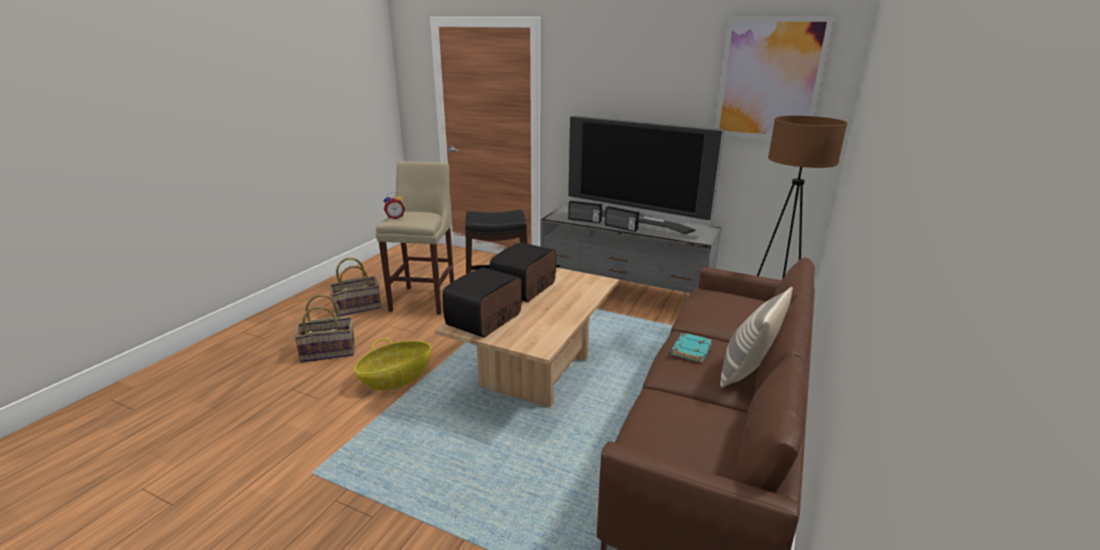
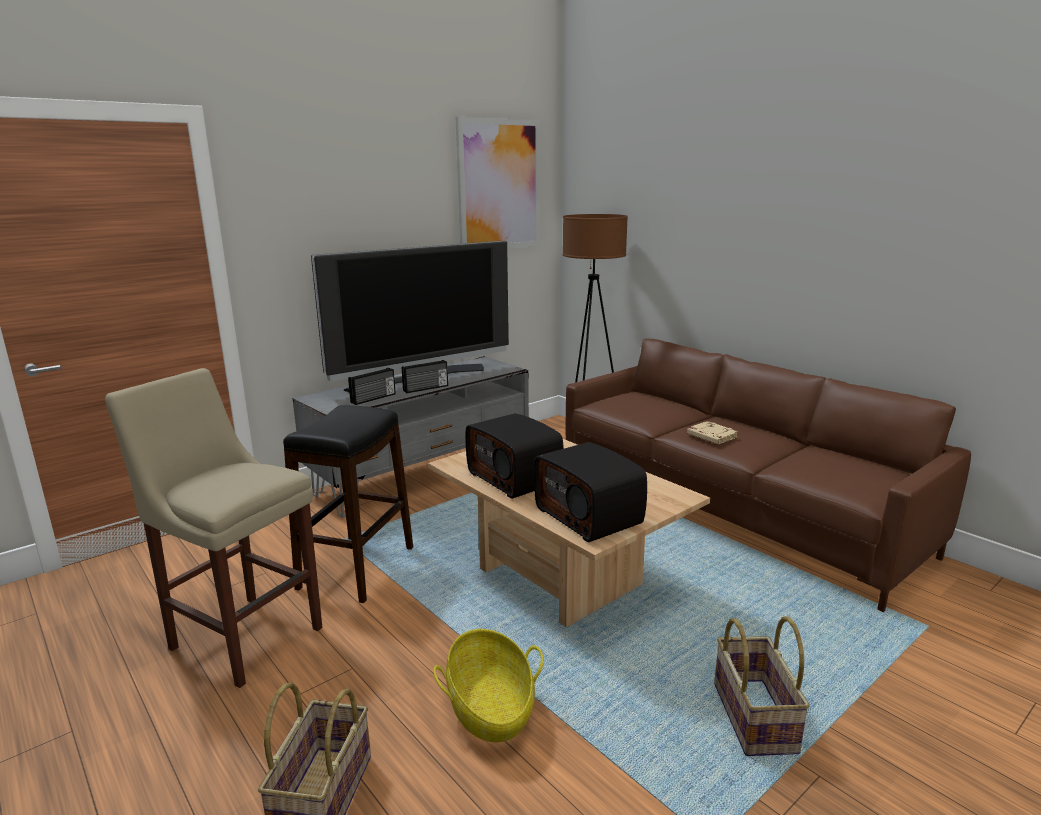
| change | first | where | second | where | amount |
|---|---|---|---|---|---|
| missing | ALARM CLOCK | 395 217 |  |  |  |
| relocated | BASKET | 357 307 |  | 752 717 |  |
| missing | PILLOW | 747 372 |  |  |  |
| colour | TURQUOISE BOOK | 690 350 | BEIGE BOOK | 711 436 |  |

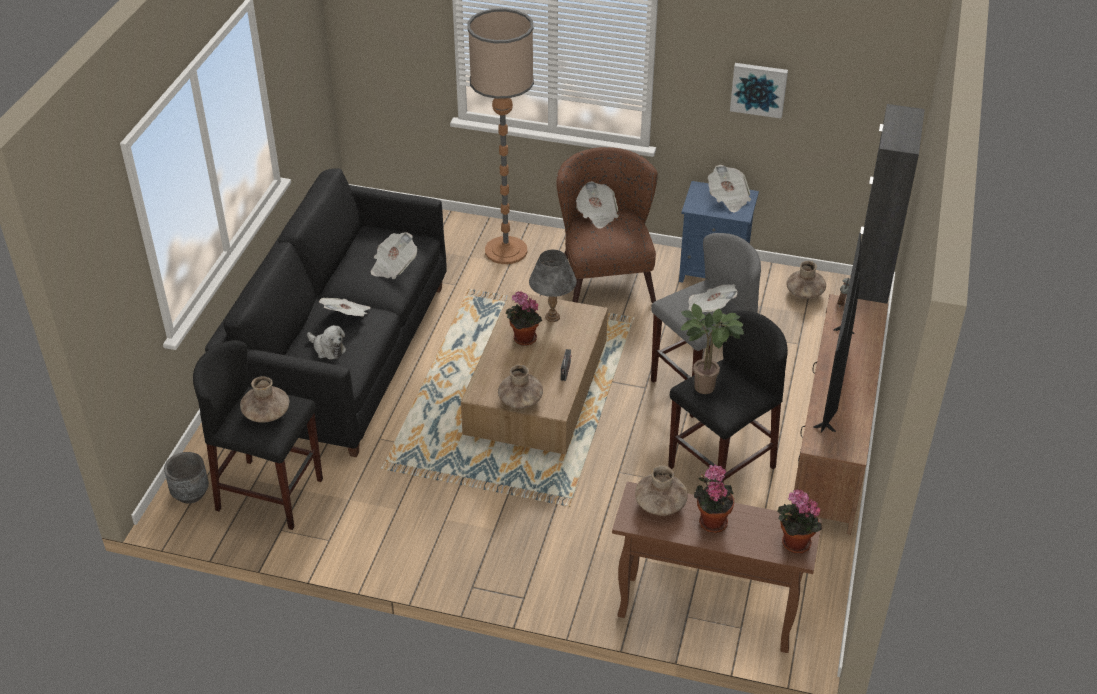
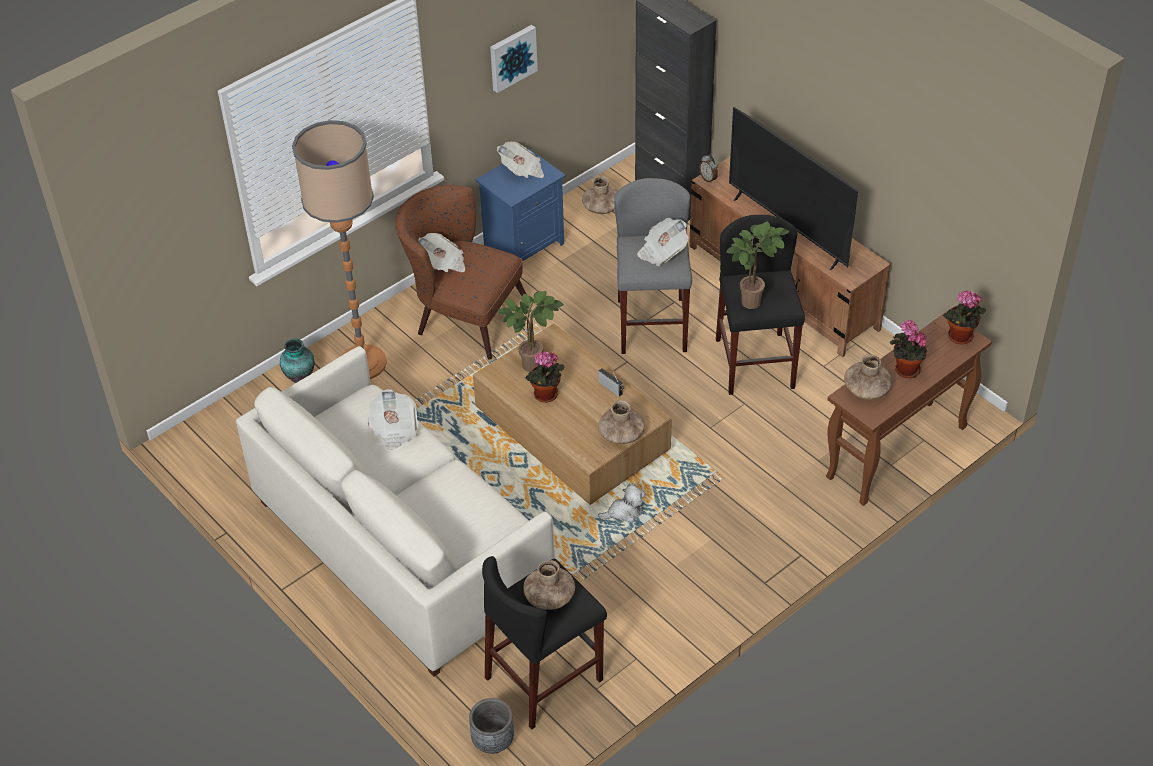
| change | first | where | second | where | amount |
|---|---|---|---|---|---|
| colour | BLACK SOFA | 341 357 | WHITE SOFA | 402 548 |  |
| exchanged | GREY TABLE LAMP | 553 317 | POTTED PLANT | 534 363 |  |
| missing | NEWSPAPER | 347 316 |  |  |  |
| relocated | PLUSH TOY | 327 349 |  | 624 512 |  |
| appeared |  |  | VASE | 299 376 |  |

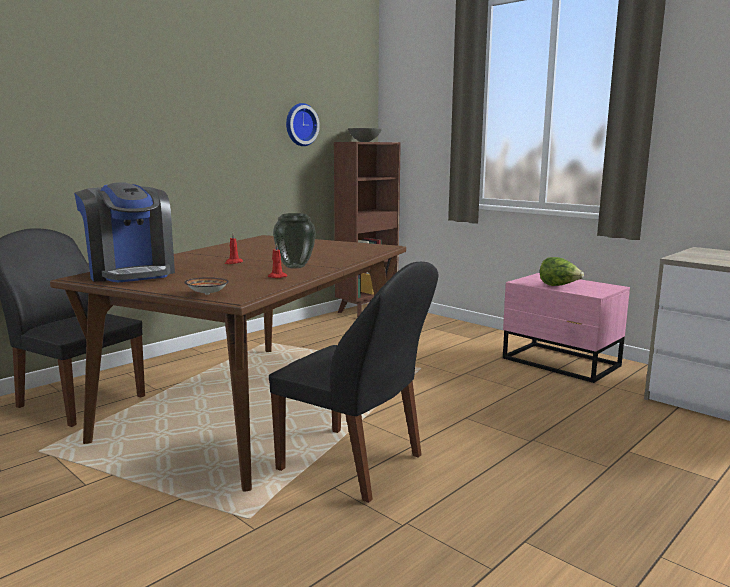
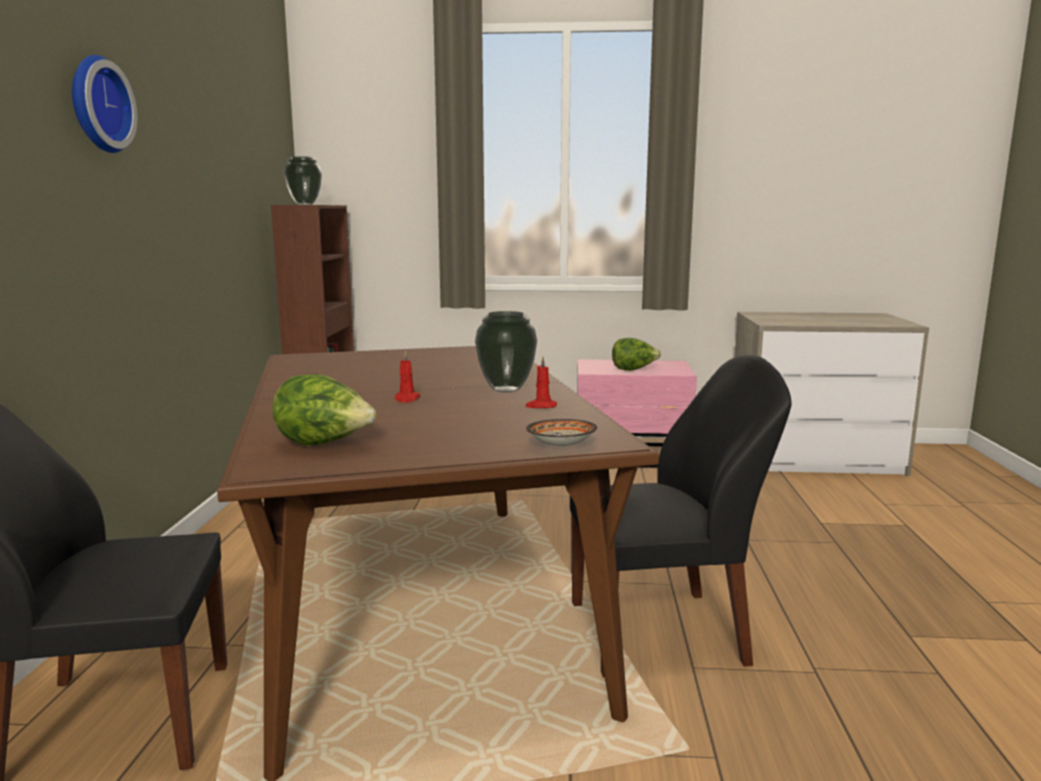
| change | first | where | second | where | amount |
|---|---|---|---|---|---|
| relocated | WALL CLOCK | 300 125 |  | 96 105 |  |
| exchanged | GREY BOWL | 364 141 | VASE | 304 204 |  |
| exchanged | COFFEE MACHINE | 131 273 | LETTUCE | 325 444 |  |

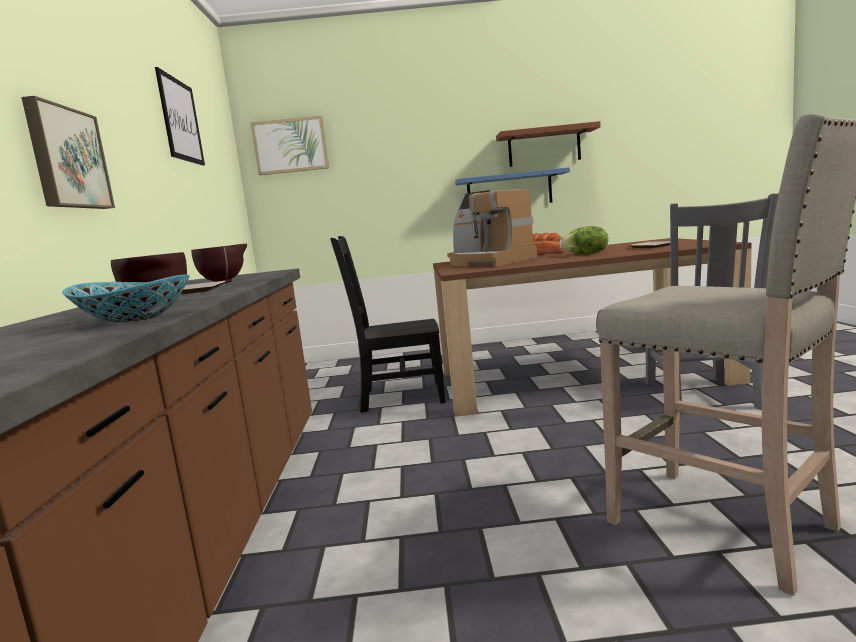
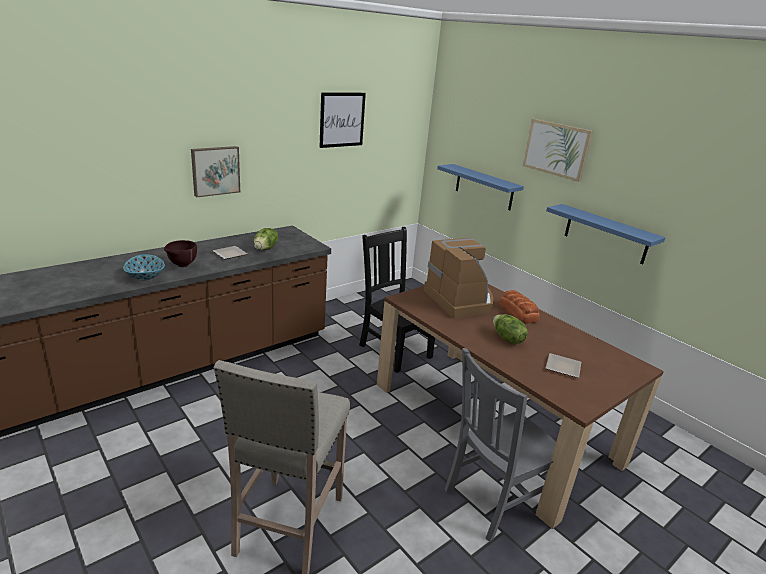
| change | first | where | second | where | amount |
|---|---|---|---|---|---|
| relocated | PICTURE | 290 146 |  | 557 149 |  |
| missing | BROWN SHELF | 544 147 |  |  |  |
| spun | COFFEE MACHINE | 489 262 |  | 460 300 | 150 degrees clockwise |
| exchanged | BROWN BOWL | 225 282 | LETTUCE | 266 249 |  |
| appeared |  |  | BLUE SHELF | 484 187 |  |

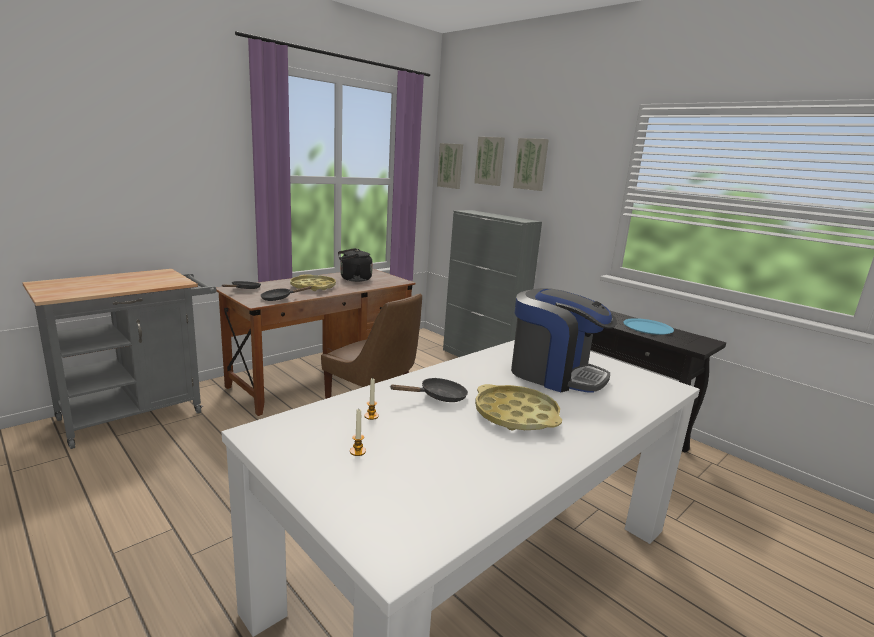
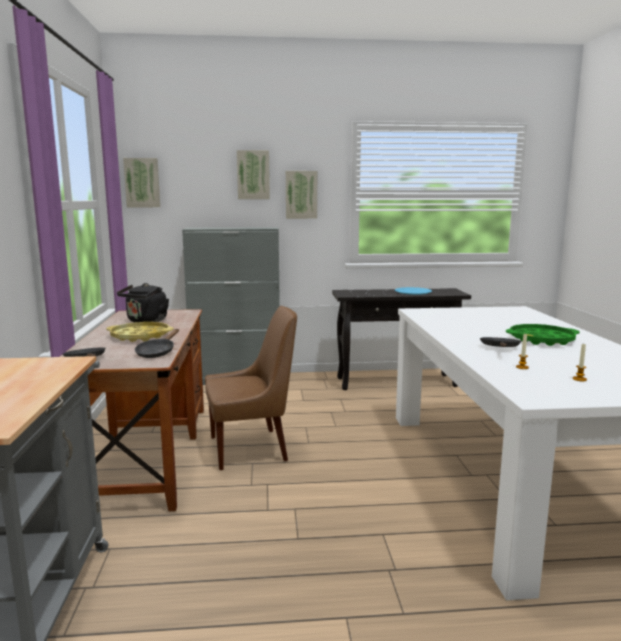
| change | first | where | second | where | amount |
|---|---|---|---|---|---|
| relocated | PICTURE | 490 161 |  | 301 195 |  |
| missing | COFFEE MACHINE | 555 374 |  |  |  |
| colour | YELLOW TRAY | 516 415 | GREEN TRAY | 541 340 |  |

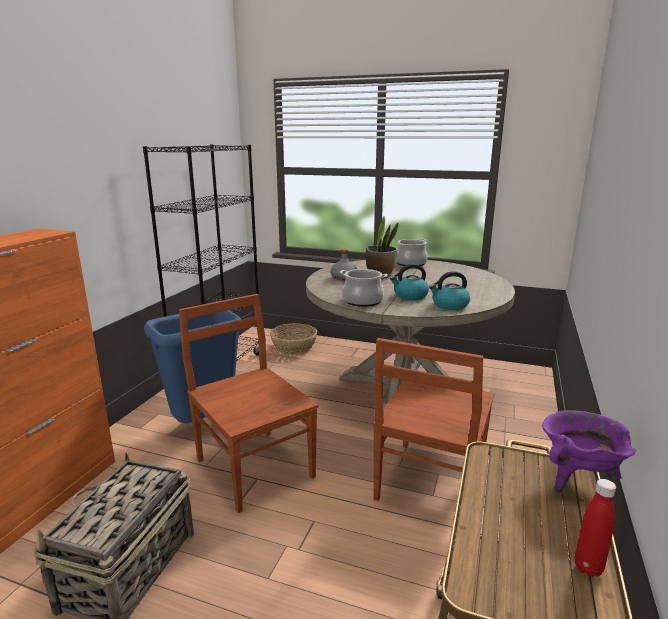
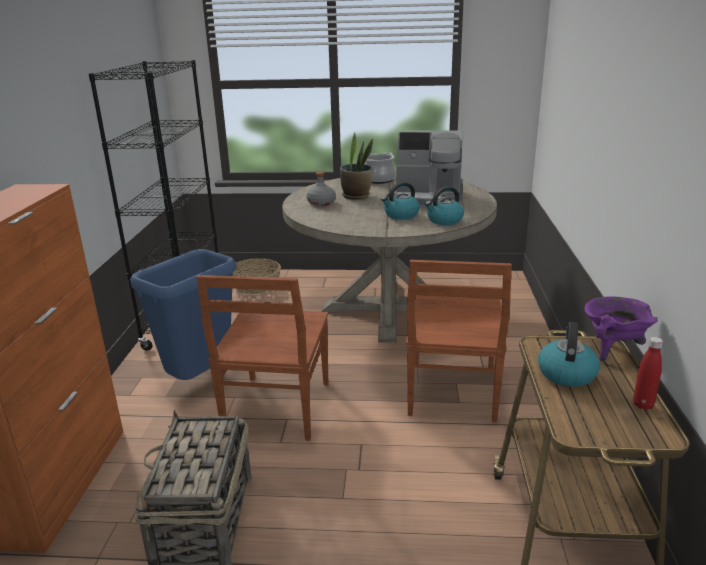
| change | first | where | second | where | amount |
|---|---|---|---|---|---|
| missing | COOKING POT | 363 301 |  |  |  |
| spun | BROWN CHAIR | 253 466 |  | 277 409 | 120 degrees counterclockwise |
| appeared |  |  | COFFEE MACHINE | 428 198 |  |
| appeared |  |  | KETTLE | 566 373 |  |

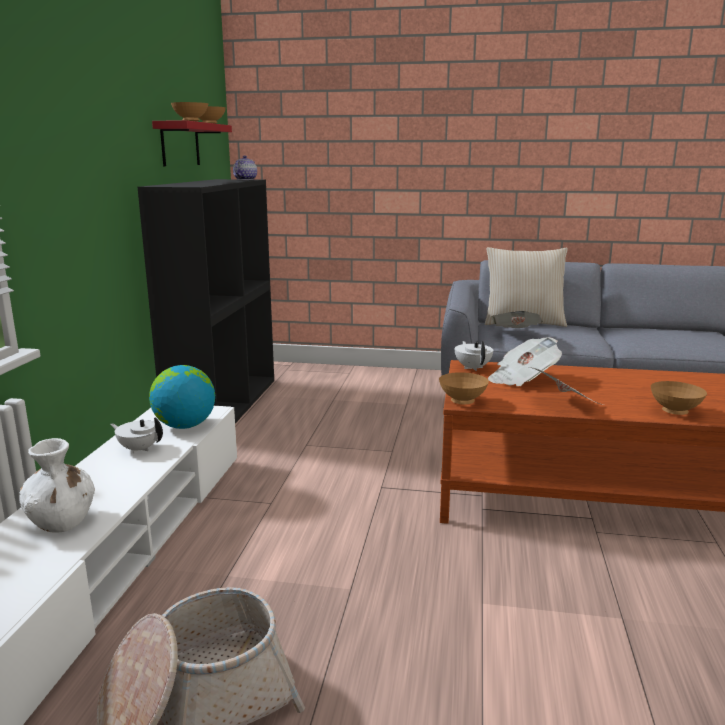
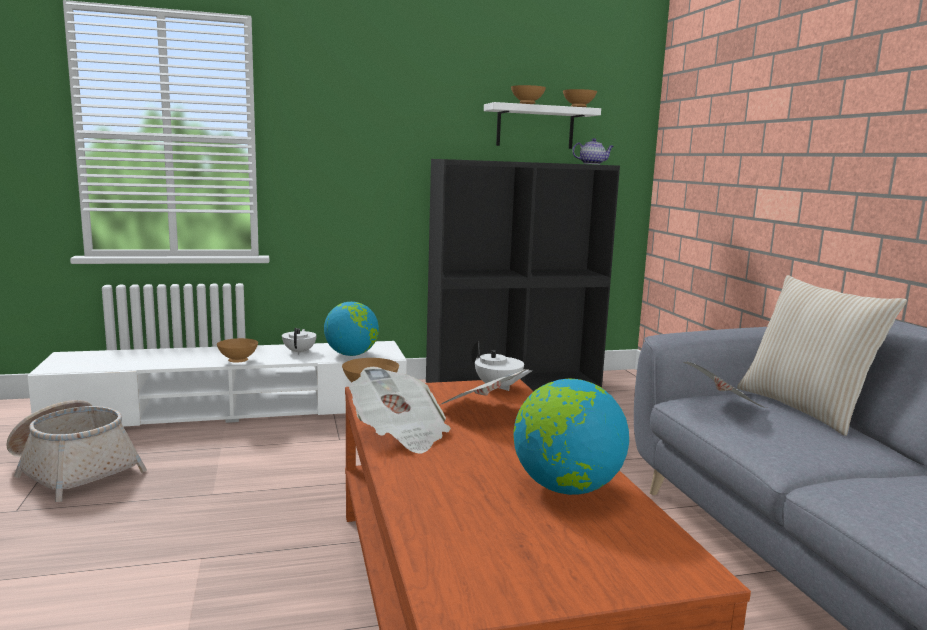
| change | first | where | second | where | amount |
|---|---|---|---|---|---|
| colour | RED SHELF | 180 144 | WHITE SHELF | 535 127 |  |
| spun | WHITE TEAPOT | 473 368 |  | 498 388 | 75 degrees clockwise |
| relocated | BROWN BOWL | 675 412 |  | 237 361 |  |
| missing | WHITE VASE | 62 522 |  |  |  |
| appeared |  |  | GLOBE | 566 488 |  |

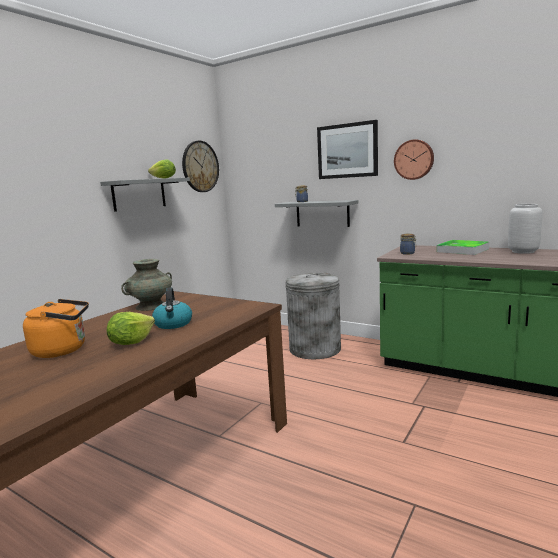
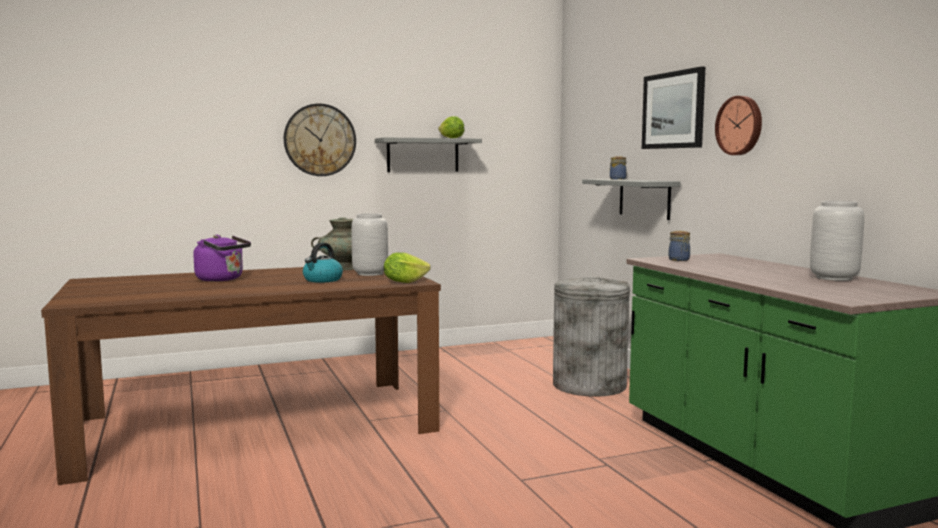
| change | first | where | second | where | amount |
|---|---|---|---|---|---|
| relocated | WALL CLOCK | 200 166 |  | 320 140 |  |
| missing | TRAY | 462 250 |  |  |  |
| colour | ORANGE KETTLE | 63 350 | PURPLE KETTLE | 222 279 |  |
| relocated | LETTUCE | 131 342 |  | 404 282 |  |
| appeared |  |  | GREY VASE | 371 273 |  |

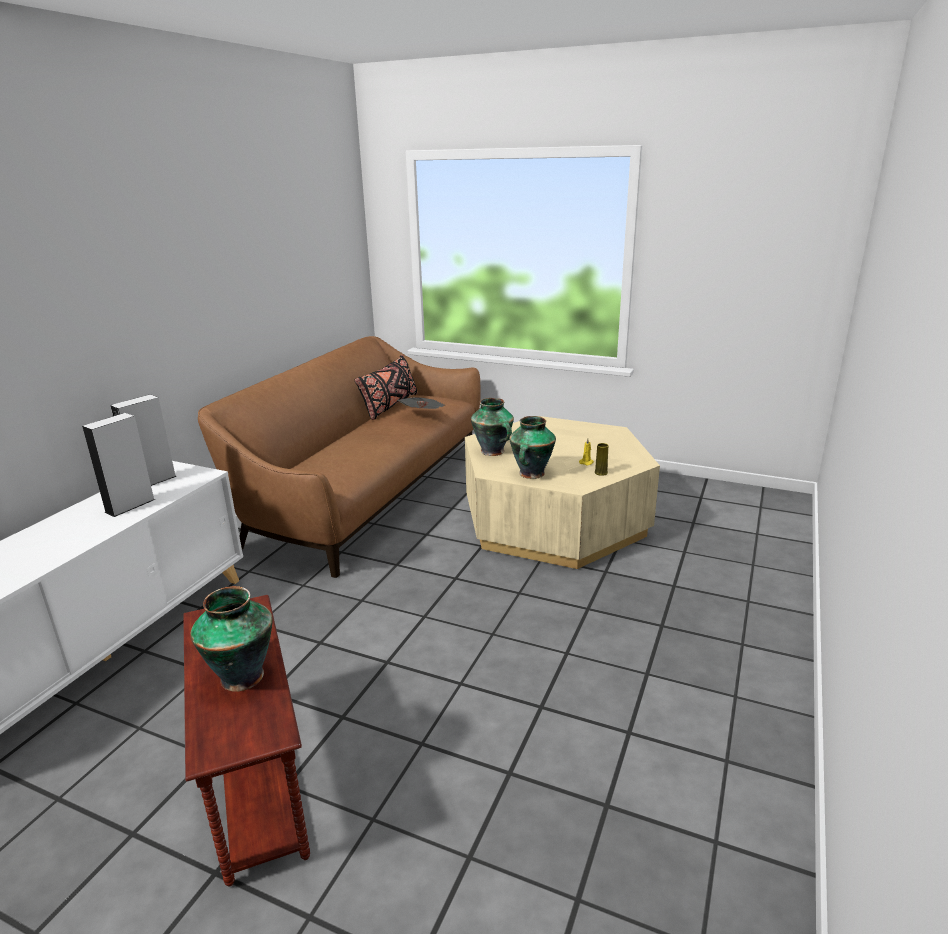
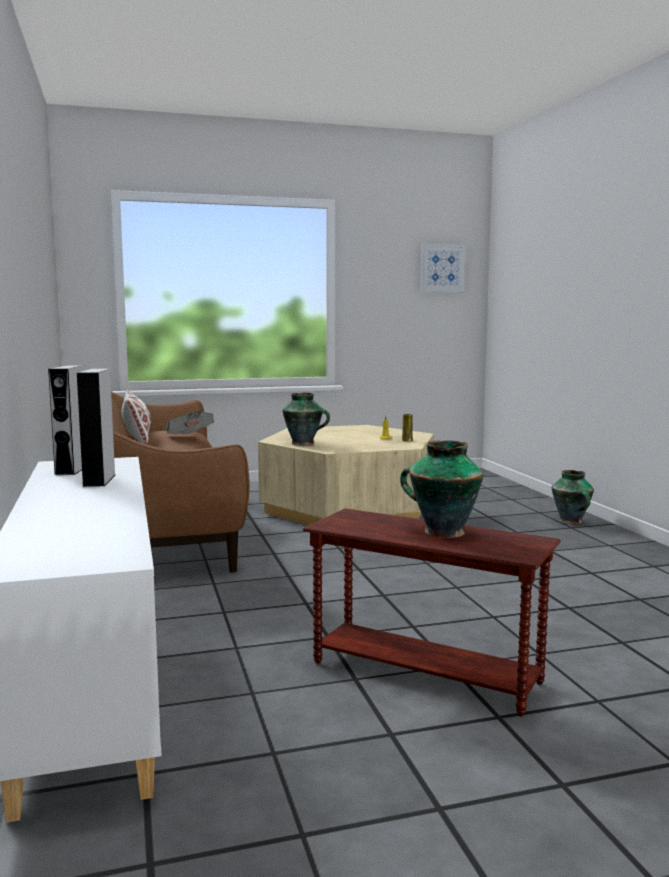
| change | first | where | second | where | amount |
|---|---|---|---|---|---|
| colour | BLACK PILLOW | 389 406 | WHITE PILLOW | 137 438 |  |
| relocated | VASE | 531 474 |  | 571 521 |  |
| appeared |  |  | PICTURE | 442 268 |  |

